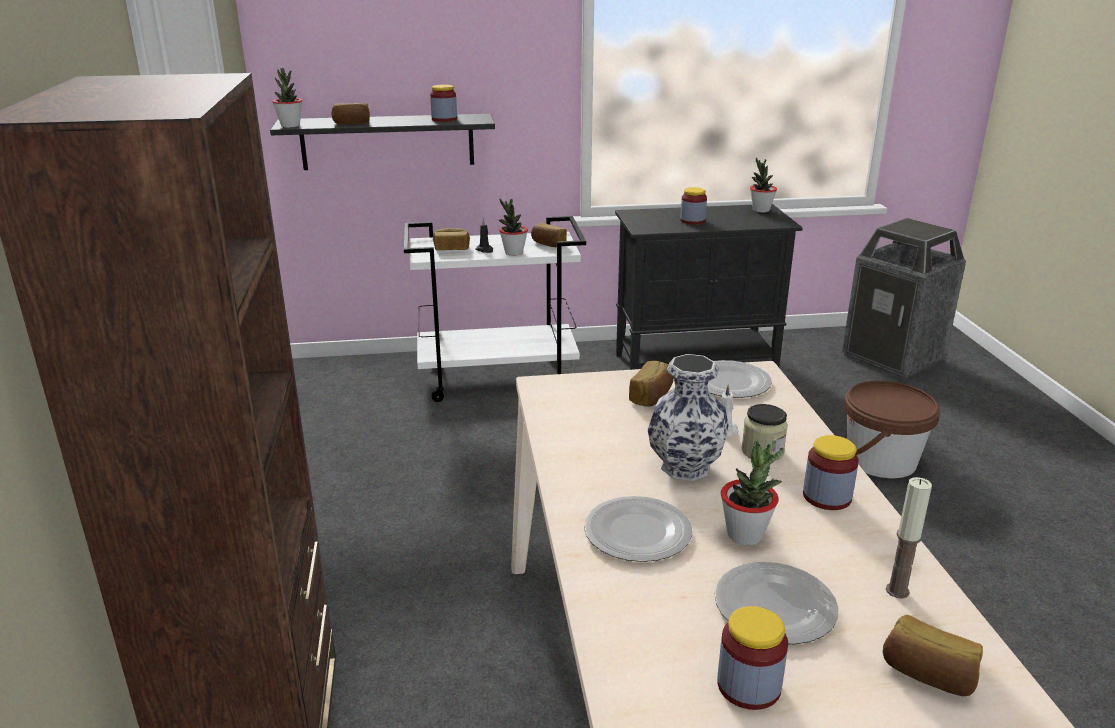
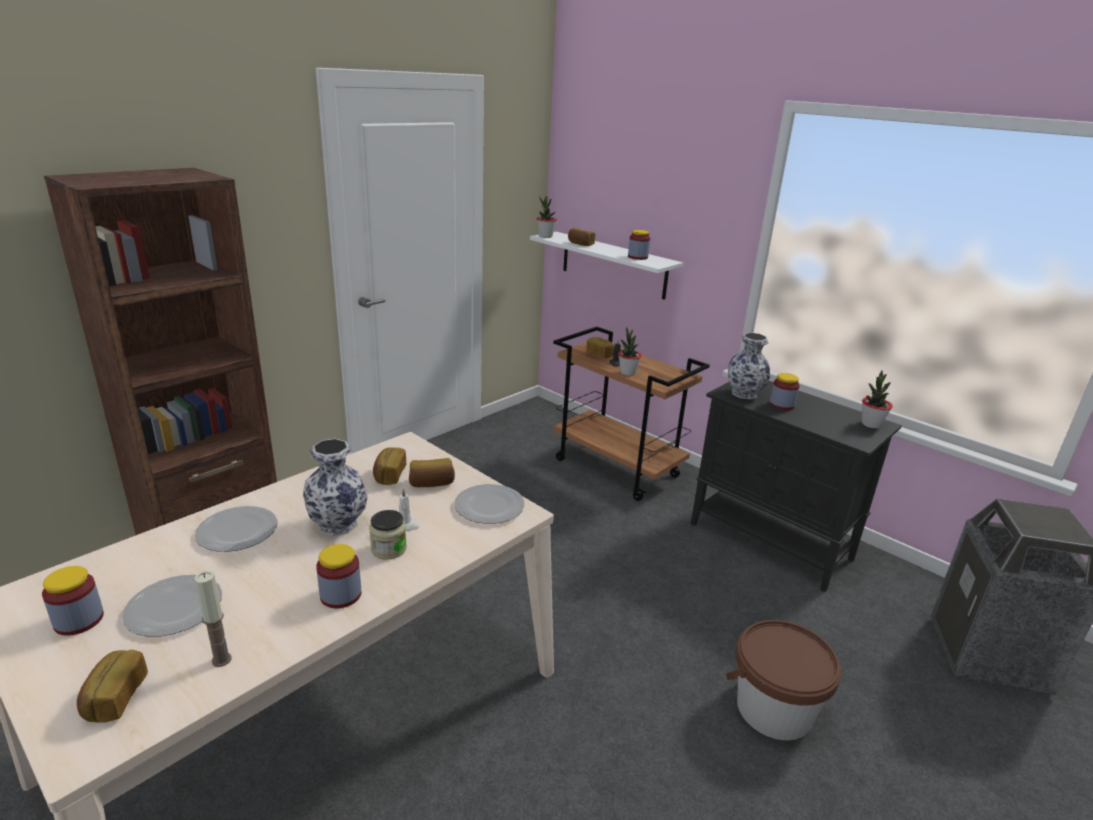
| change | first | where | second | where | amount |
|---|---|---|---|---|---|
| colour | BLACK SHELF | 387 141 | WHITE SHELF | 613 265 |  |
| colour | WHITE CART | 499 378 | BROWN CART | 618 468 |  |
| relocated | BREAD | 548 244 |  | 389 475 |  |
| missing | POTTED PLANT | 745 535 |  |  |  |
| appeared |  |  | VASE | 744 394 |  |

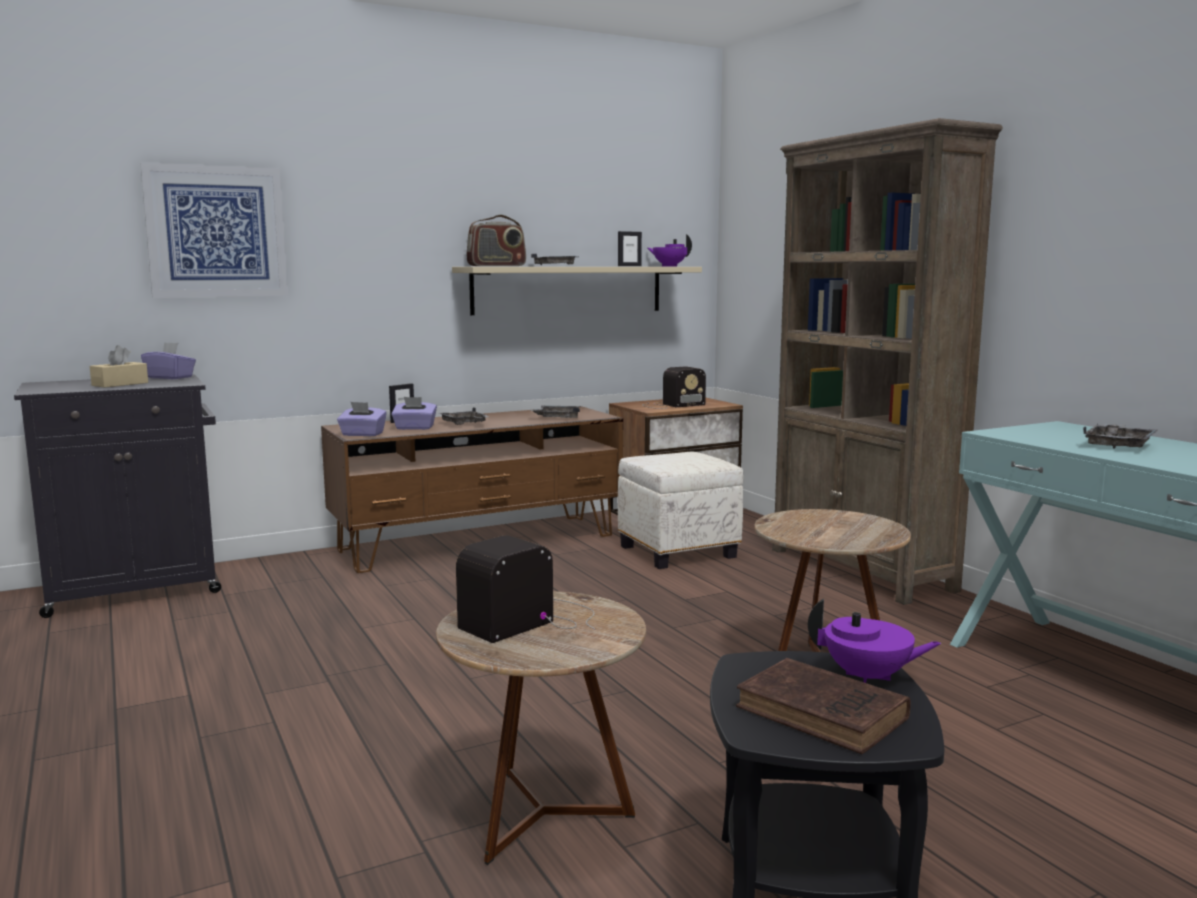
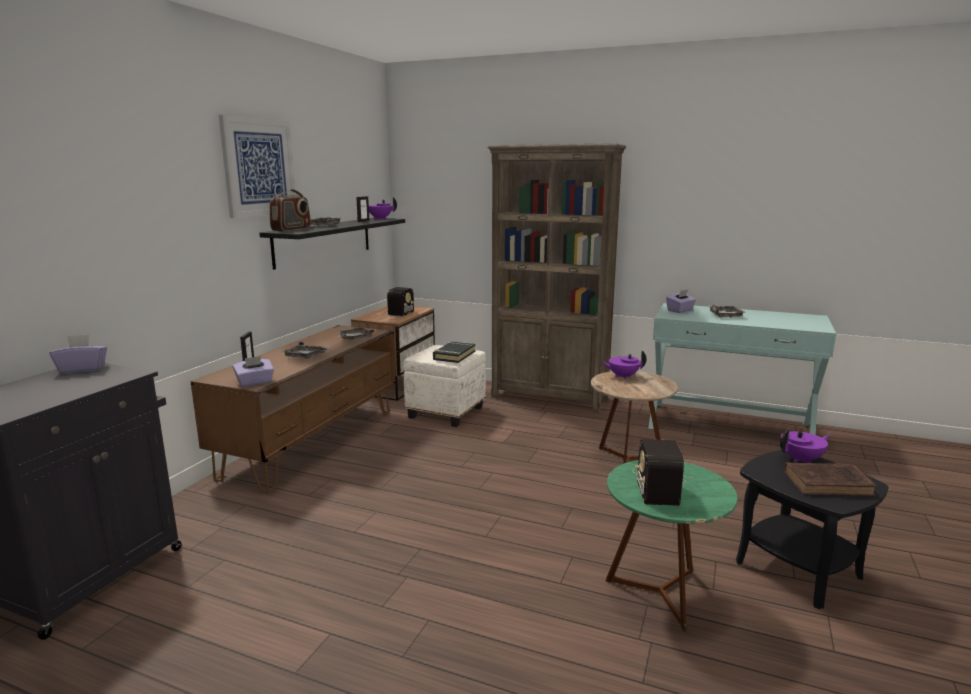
| change | first | where | second | where | amount |
|---|---|---|---|---|---|
| relocated | PICTURE | 216 232 |  | 259 167 |  |
| colour | BEIGE SHELF | 568 289 | BLACK SHELF | 324 241 |  |
| missing | BEIGE TISSUE BOX | 120 384 |  |  |  |
| relocated | PURPLE TISSUE BOX | 414 428 |  | 680 310 |  |
| colour | BROWN SIDE TABLE | 544 816 | GREEN SIDE TABLE | 661 593 |  |
| appeared |  |  | BLACK BOOK | 454 355 |  |
| appeared |  |  | PURPLE TEAPOT | 622 376 |  |

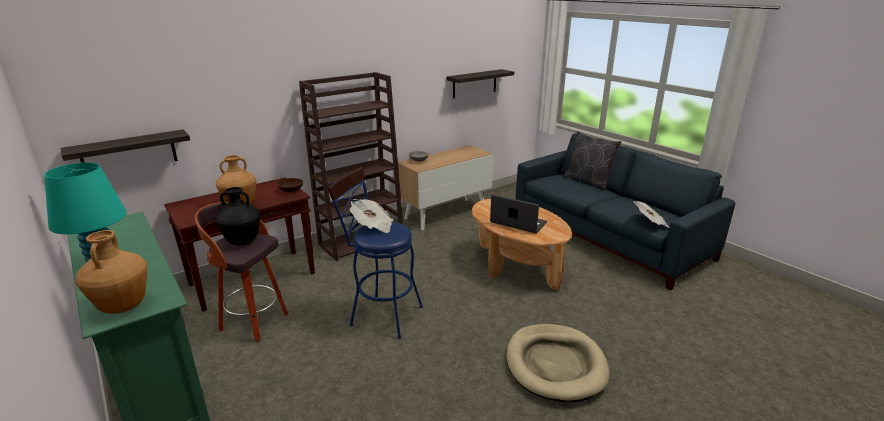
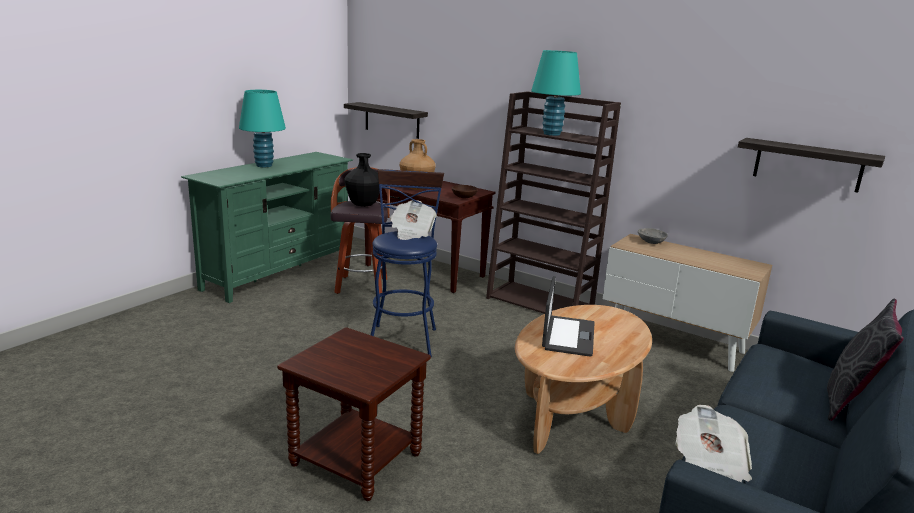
| change | first | where | second | where | amount |
|---|---|---|---|---|---|
| missing | BROWN VASE | 123 307 |  |  |  |
| exchanged | BEIGE DOG BED | 555 365 | BROWN SIDE TABLE | 357 459 |  |
| appeared |  |  | TURQUOISE TABLE LAMP | 551 134 |  |

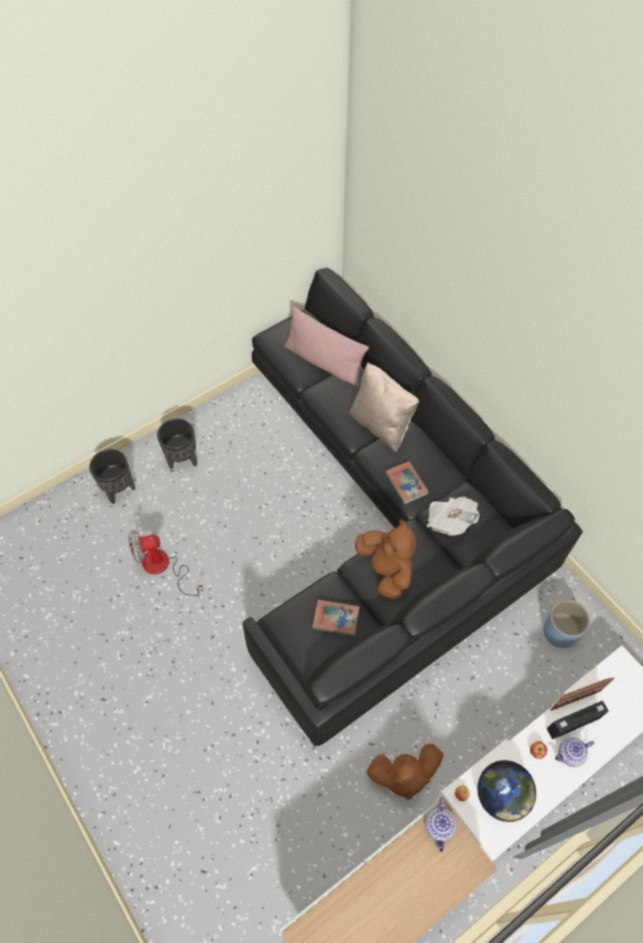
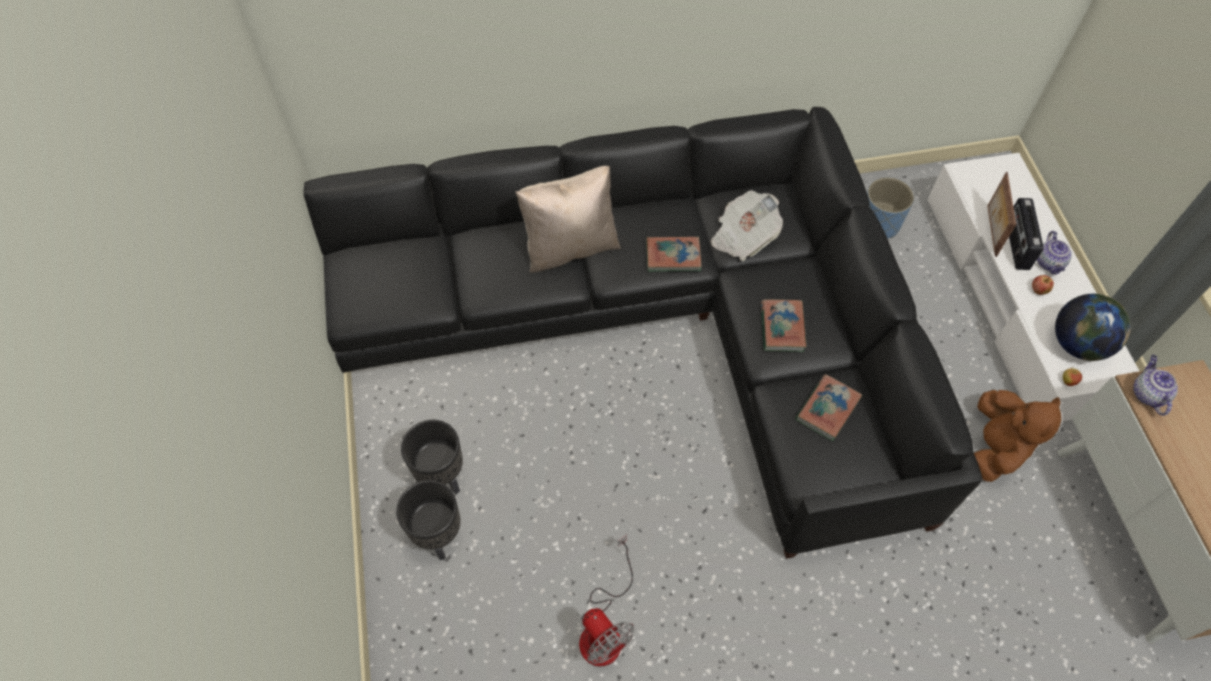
| change | first | where | second | where | amount |
|---|---|---|---|---|---|
| missing | PINK PILLOW | 324 362 |  |  |  |
| relocated | BLACK PLANTER | 119 490 |  | 441 477 |  |
| exchanged | BROWN PLUSH TOY | 386 569 | BOOK | 782 327 |  |
| spun | FAN | 163 567 |  | 604 628 | 45 degrees counterclockwise |
| spun | TEAPOT | 439 827 |  | 1147 393 | 120 degrees counterclockwise |

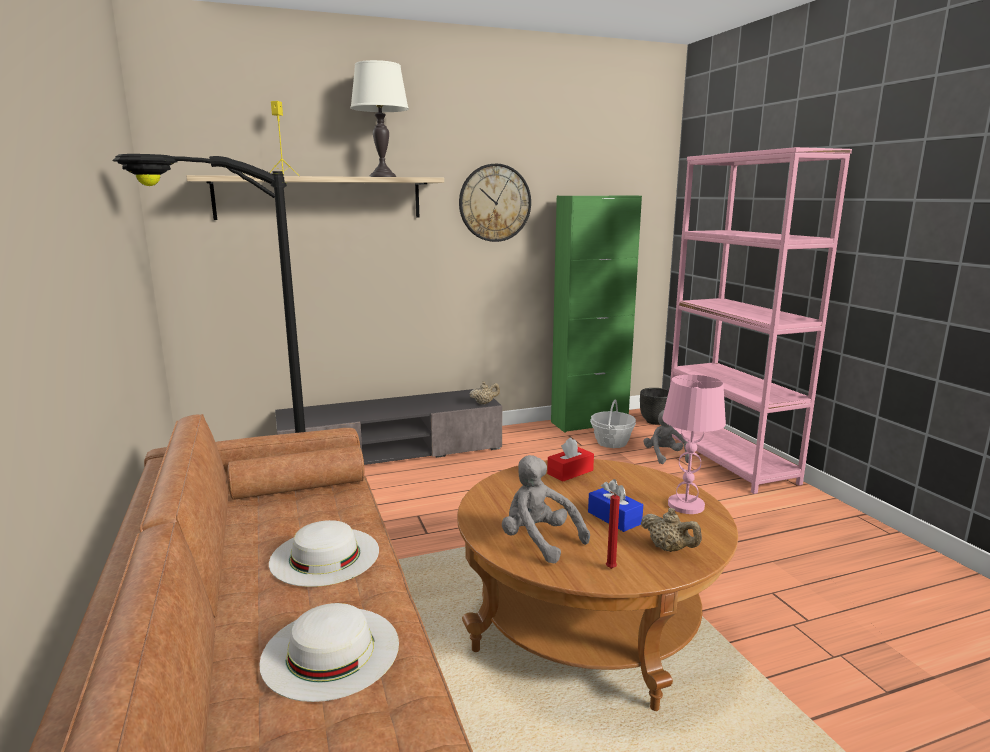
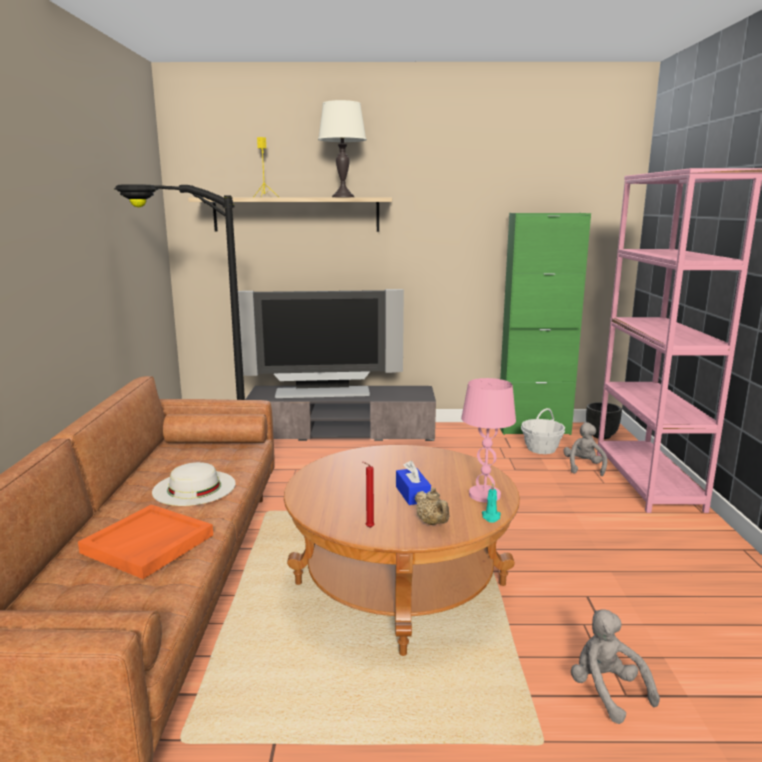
| change | first | where | second | where | amount |
|---|---|---|---|---|---|
| missing | WALL CLOCK | 495 203 |  |  |  |
| missing | BEIGE TEAPOT | 484 403 |  |  |  |
| missing | RED TISSUE BOX | 570 472 |  |  |  |
| relocated | GREY PLUSH TOY | 539 541 |  | 606 691 |  |
| exchanged | WHITE HAT | 330 651 | ORANGE TRAY | 148 544 |  |
| appeared |  |  | TELEVISION | 323 393 |  |
| appeared |  |  | TURQUOISE CANDLE | 491 517 |  |

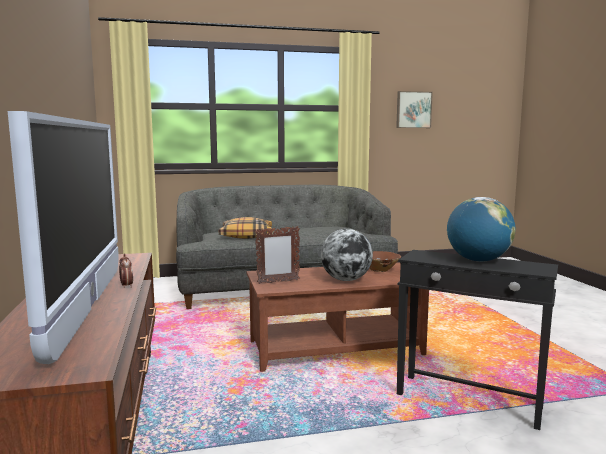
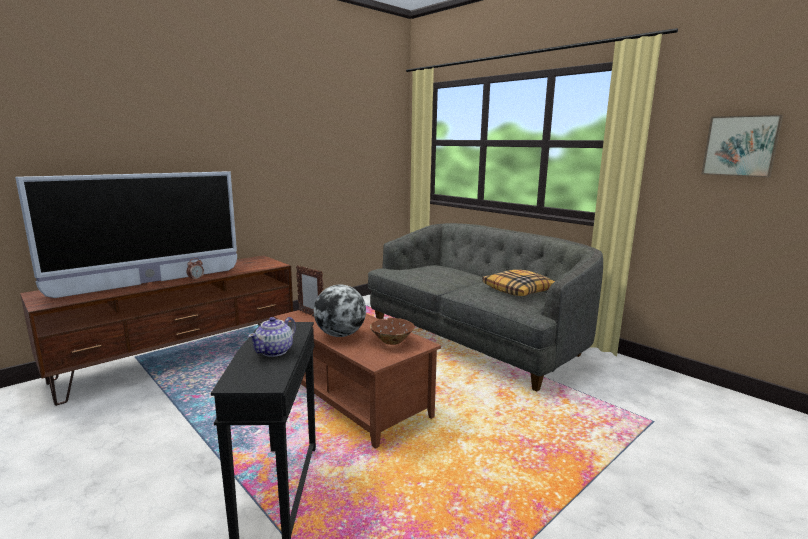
| change | first | where | second | where | amount |
|---|---|---|---|---|---|
| exchanged | GLOBE | 478 260 | TEAPOT | 275 351 |  |
| relocated | PILLOW | 246 235 |  | 519 290 |  |

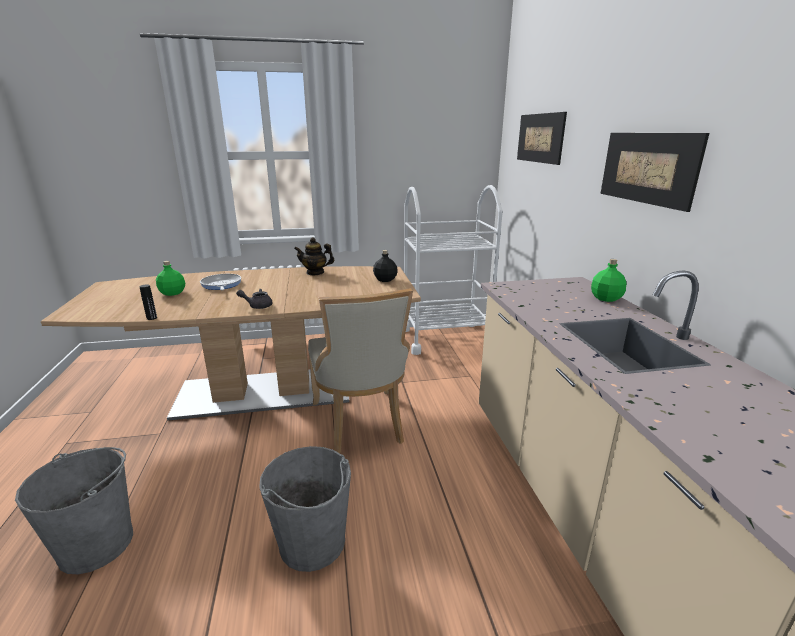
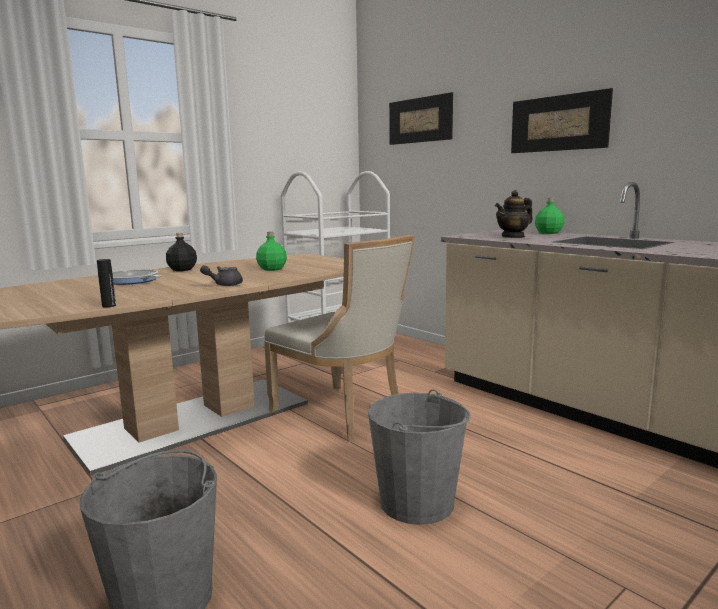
| change | first | where | second | where | amount |
|---|---|---|---|---|---|
| relocated | TEAPOT | 315 272 |  | 513 236 |  |
| relocated | BLACK BOTTLE | 385 279 |  | 182 269 |  |
| relocated | GREEN BOTTLE | 172 293 |  | 271 269 |  |

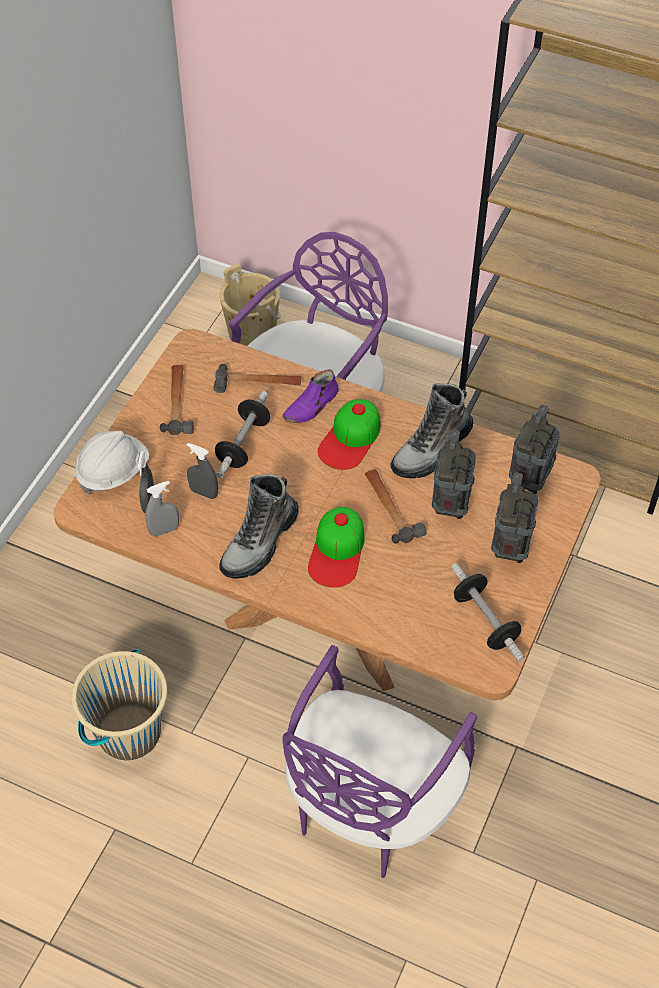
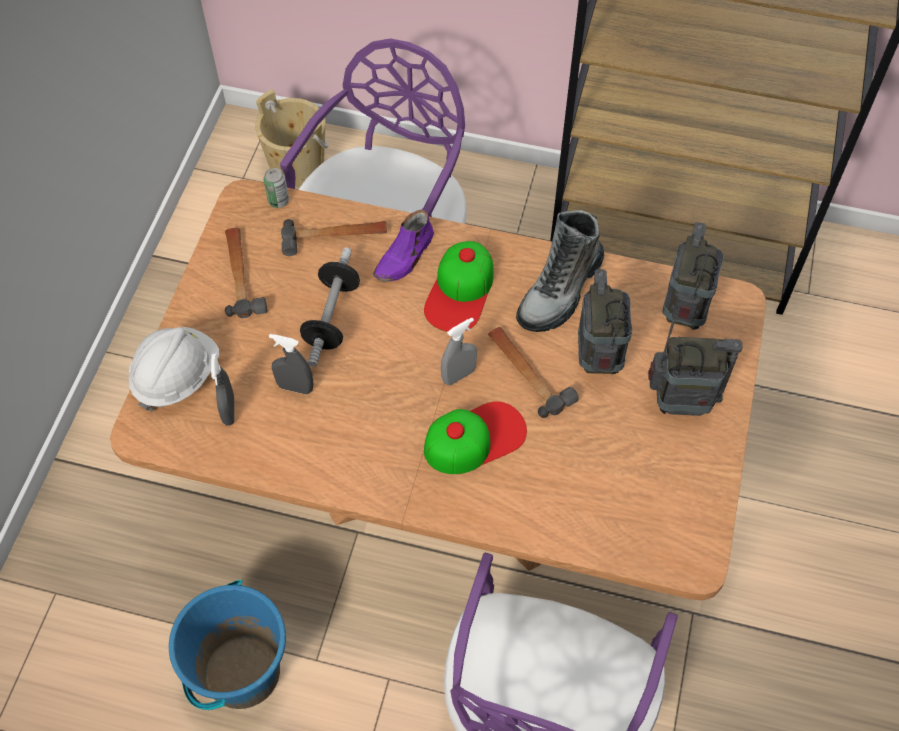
| change | first | where | second | where | amount |
|---|---|---|---|---|---|
| spun | RADIO | 510 549 |  | 681 403 | 90 degrees clockwise |
| missing | BOOT | 260 543 |  |  |  |
| relocated | GREY SPRAY BOTTLE | 164 530 |  | 458 375 |  |
| spun | CAP | 337 551 |  | 474 438 | 120 degrees counterclockwise |
| missing | DUMBBELL | 485 621 |  |  |  |
| colour | BEIGE BUCKET | 128 732 | BLUE BUCKET | 242 672 |  |
| appeared |  |  | CAN | 278 201 |  |

